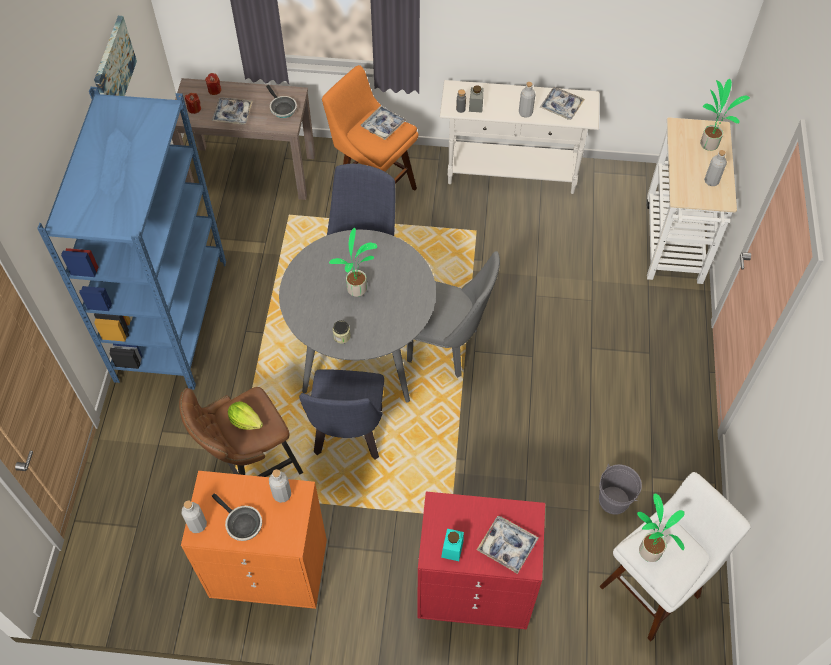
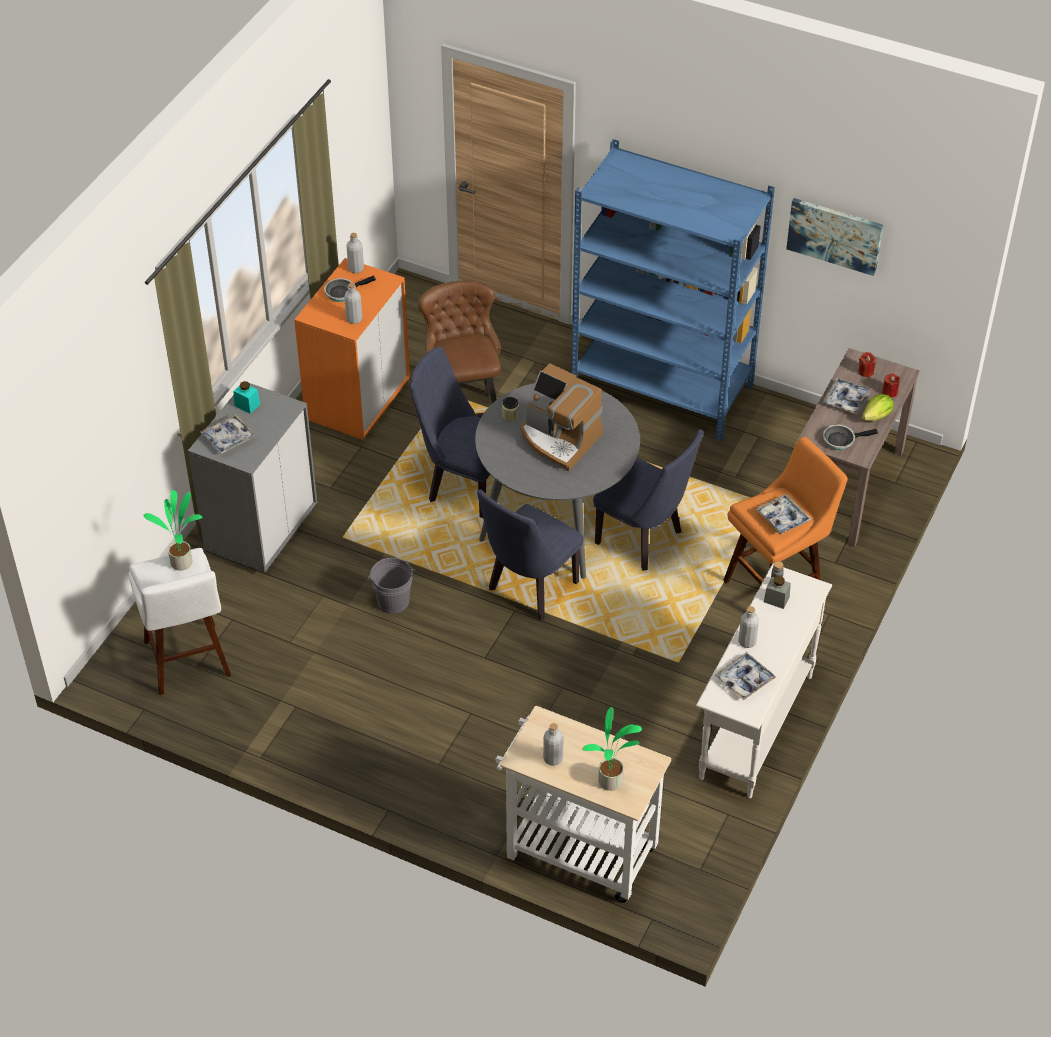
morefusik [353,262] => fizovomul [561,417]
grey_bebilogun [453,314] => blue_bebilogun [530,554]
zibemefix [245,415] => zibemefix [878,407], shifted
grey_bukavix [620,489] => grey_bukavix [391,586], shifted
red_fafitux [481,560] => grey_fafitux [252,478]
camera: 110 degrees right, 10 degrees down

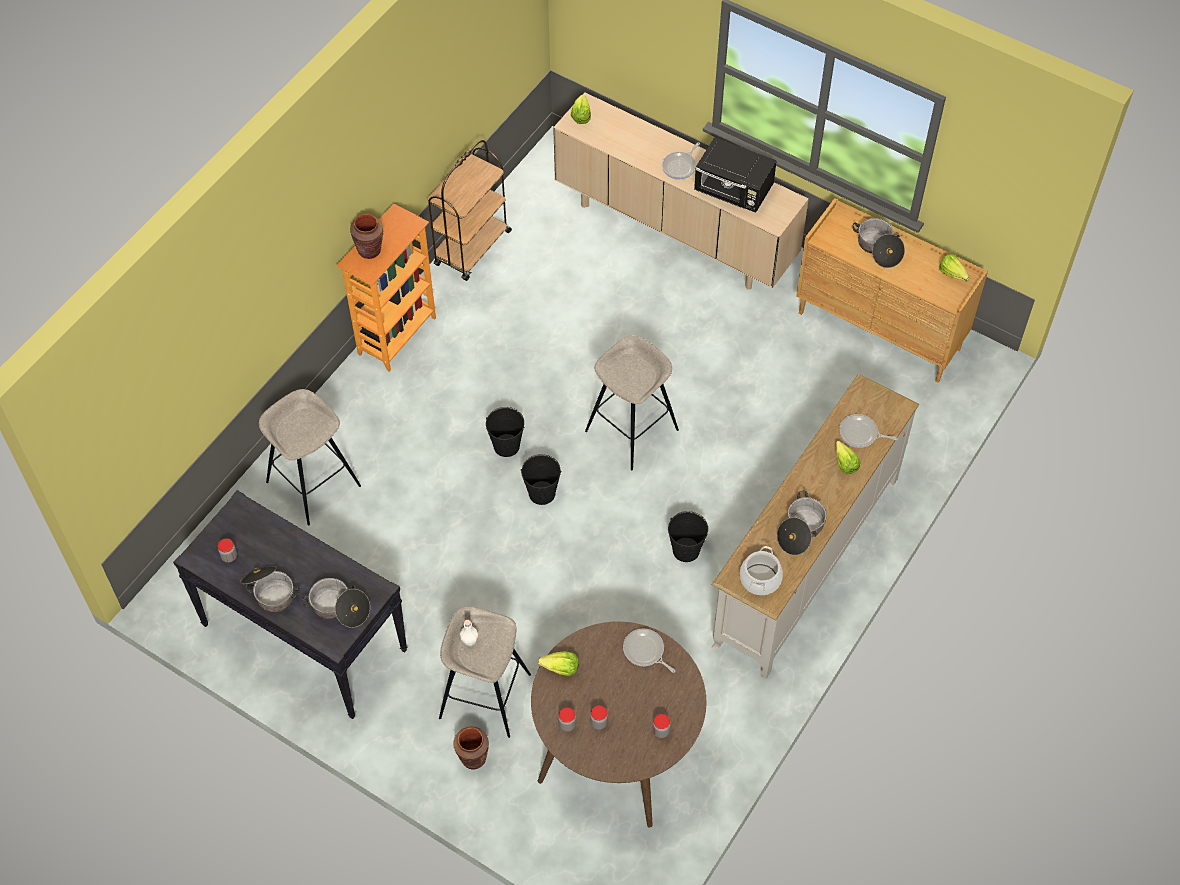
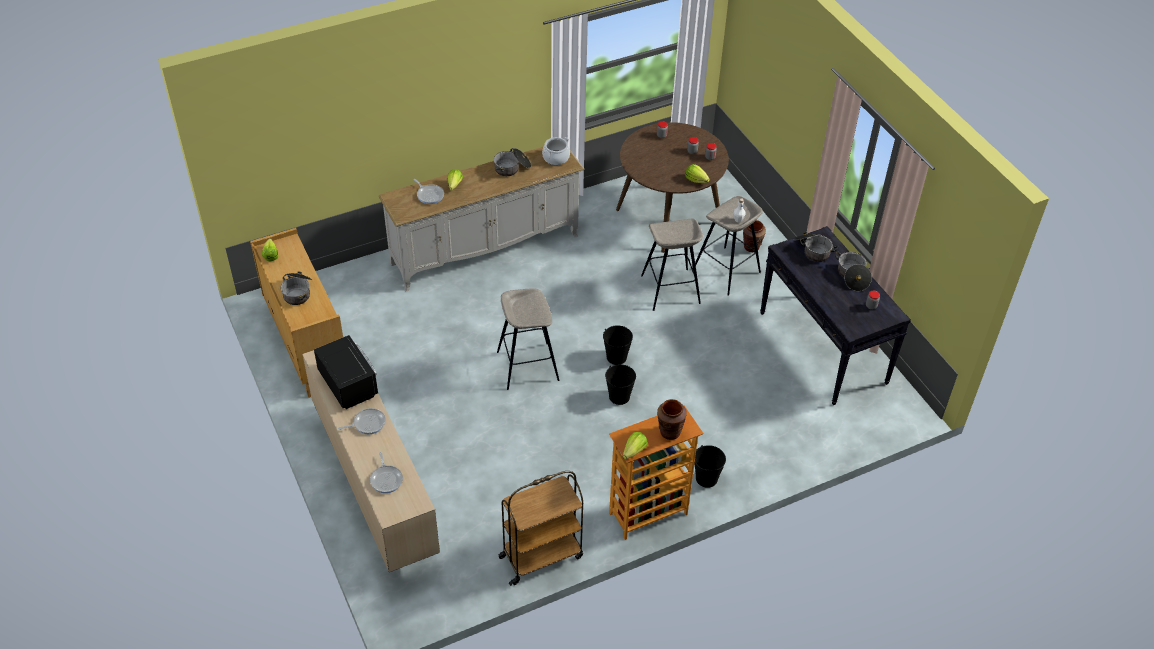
zibemefix [581,109] => zibemefix [635,445], shifted
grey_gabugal [310,457] => grey_gabugal [672,265], shifted
black_bukavix [688,536] => black_bukavix [710,466], shifted
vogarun [649,650] => vogarun [386,472], shifted
camera: 150 degrees left, 10 degrees down

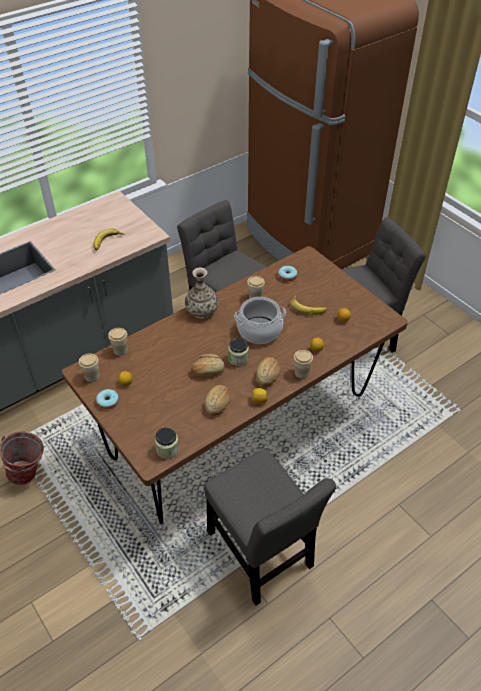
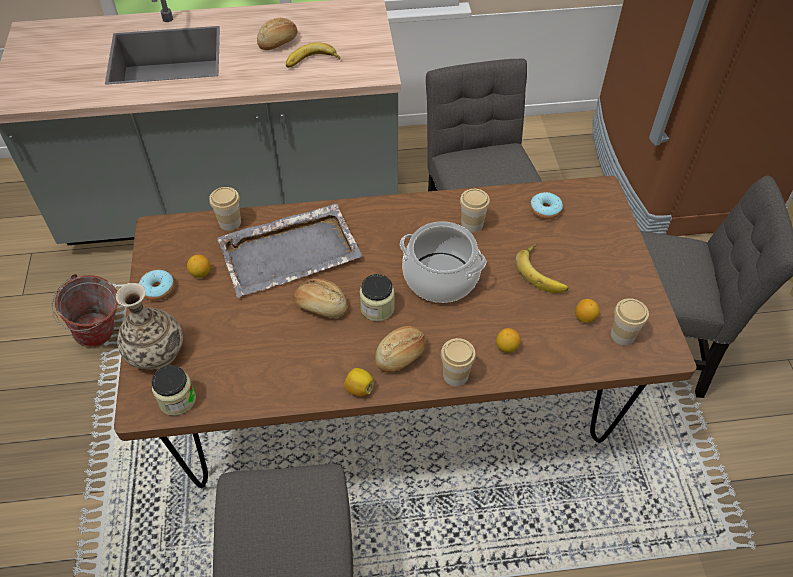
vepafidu [201,293] => vepafidu [149,326], shifted
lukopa [89,367] => lukopa [630,321], shifted
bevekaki [218,400] => bevekaki [277,34], shifted
nothing => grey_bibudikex [289,251]
camera: 30 degrees right, 5 degrees up

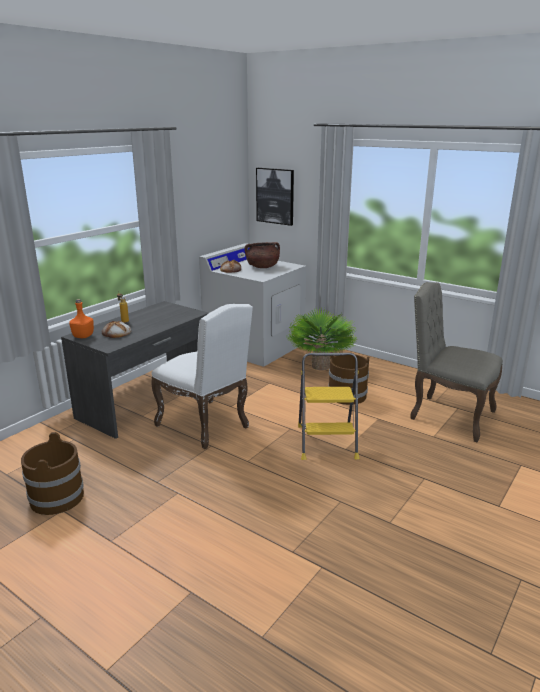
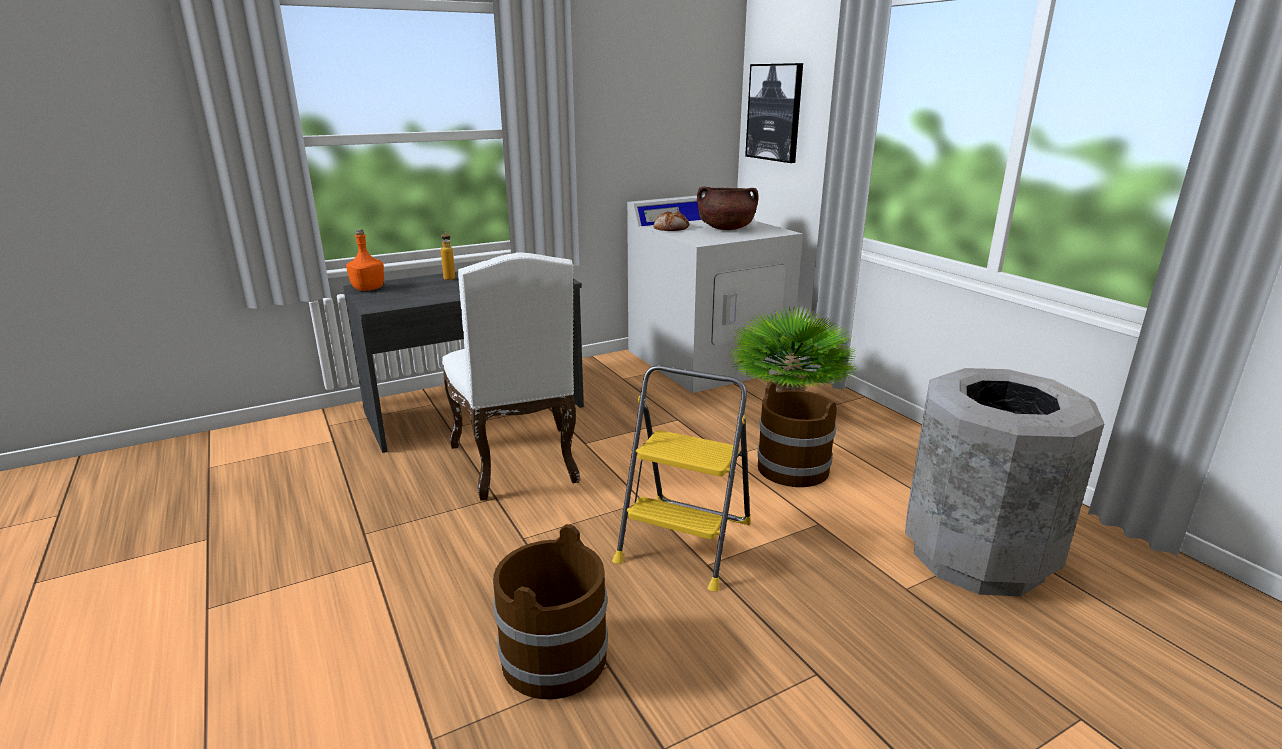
grey_bebilogun [456,362] => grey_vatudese [1004,482]
bevekaki [116,329] => nothing
brown_bukavix [52,473] => brown_bukavix [550,611], shifted
camera: 25 degrees right, 0 degrees up

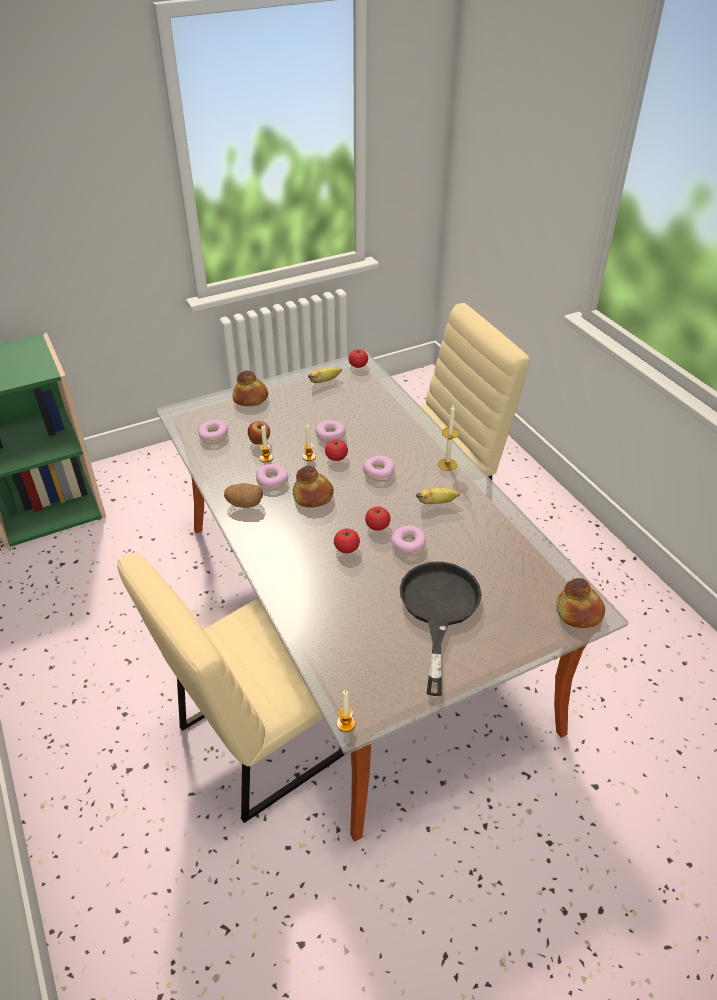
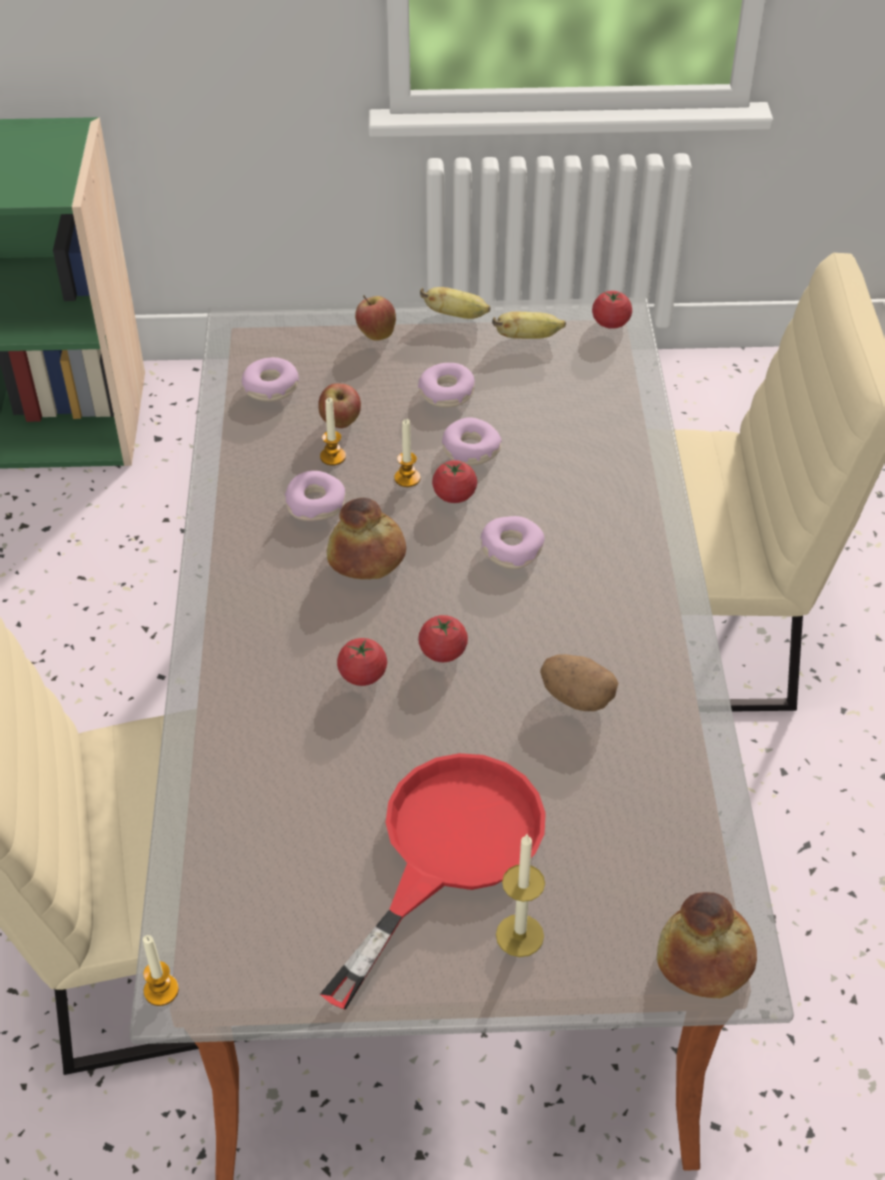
bevekaki [250,388] => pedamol [375,318]
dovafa [448,438] => dovafa [520,895], shifted
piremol [243,495] => piremol [579,682], shifted
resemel [438,496] => resemel [455,303], shifted
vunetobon [408,540] => vunetobon [446,385], shifted
black_vogarun [441,629] => red_vogarun [433,881]
camera: 25 degrees right, 5 degrees up

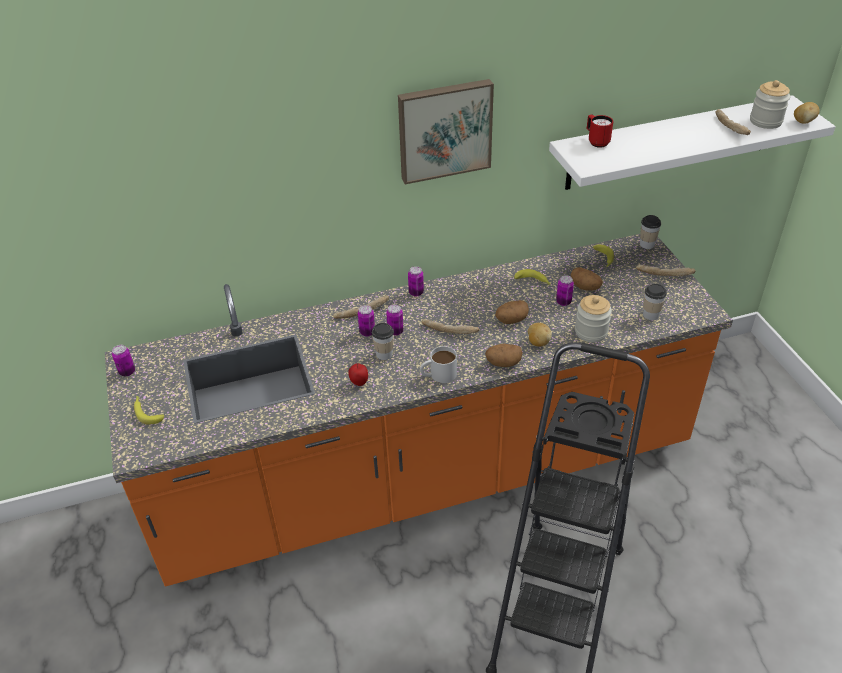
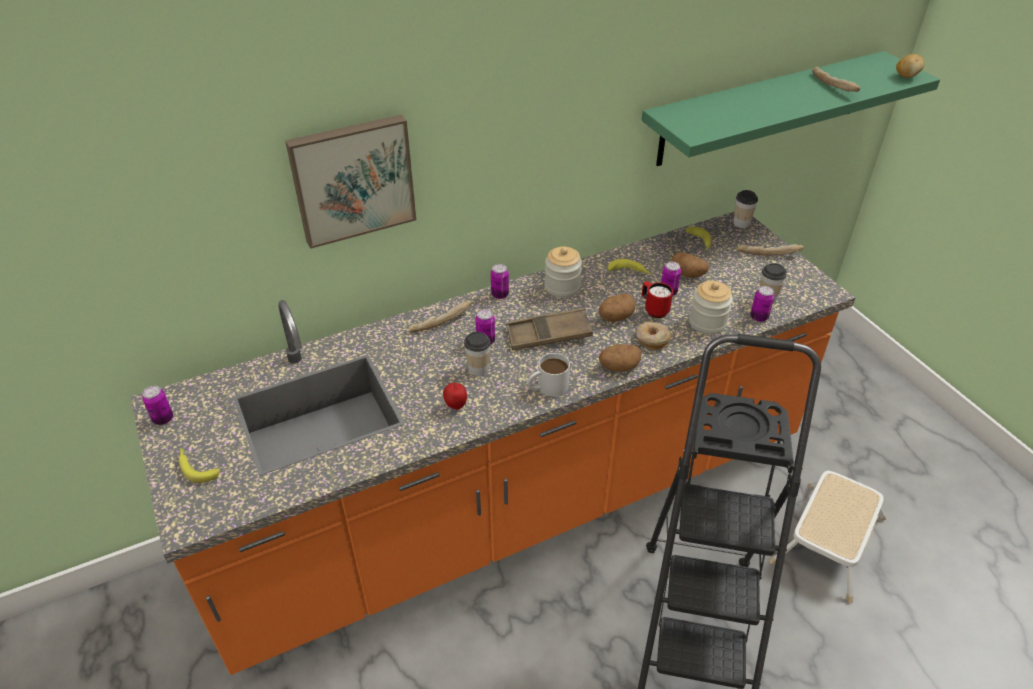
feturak [446,131] => feturak [350,181], shifted
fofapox [770,104] => fofapox [563,272], shifted
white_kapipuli [692,142] => green_kapipuli [791,108]
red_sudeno [600,131] => red_sudeno [657,299], shifted
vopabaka [366,320] => vopabaka [762,304], shifted
bevekaki [450,326] => brown_bibudikex [549,329]
piremol [540,335] => vunetobon [654,335]
nothing => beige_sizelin [827,537]
camera: 10 degrees left, 0 degrees up

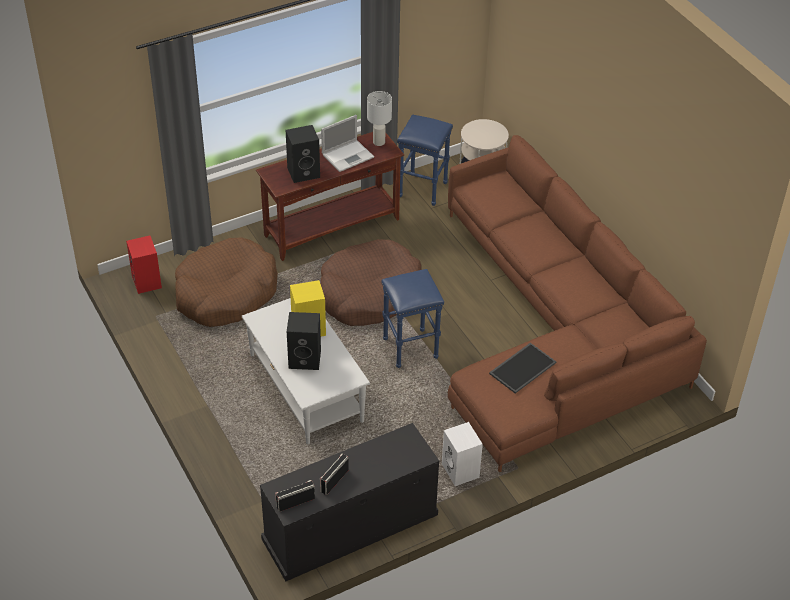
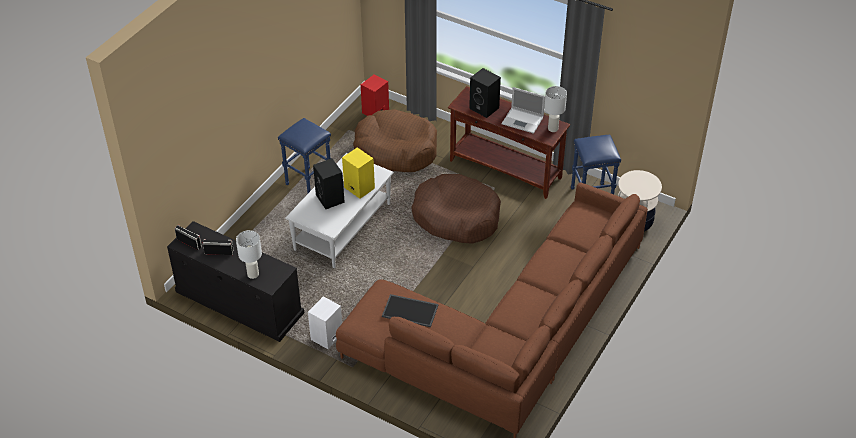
blue_gabugal [412,318] => blue_gabugal [304,155], shifted
nothing => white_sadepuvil [249,254]
camera: 60 degrees right, 0 degrees up

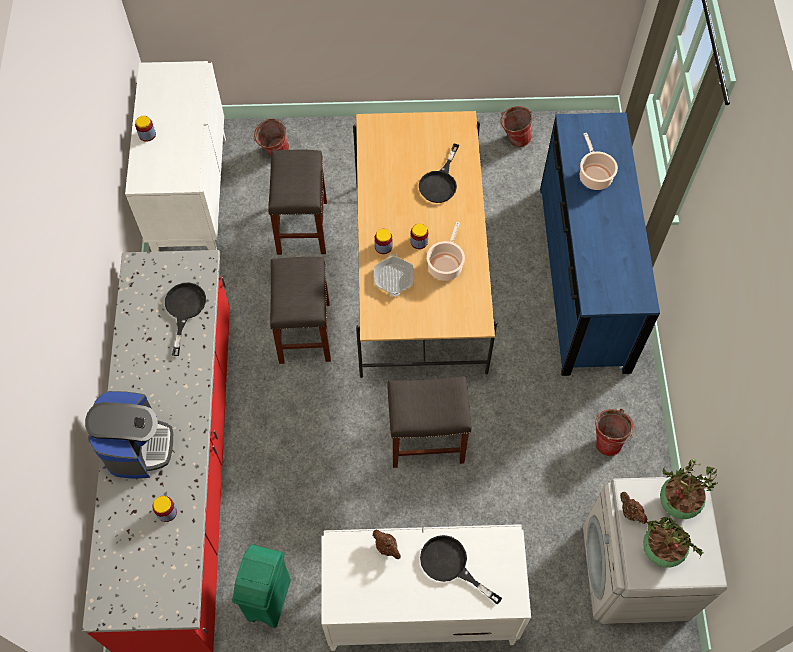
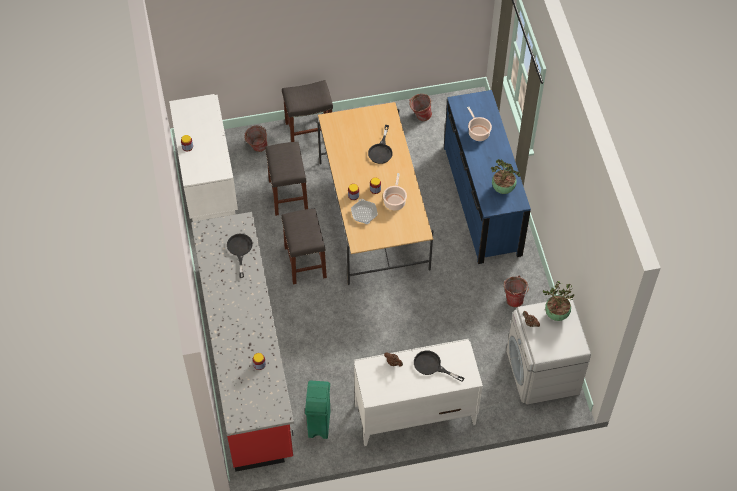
grey_gabugal [429,422] => grey_gabugal [307,111], shifted
fizovomul [129,434] => nothing
morefusik [673,542] => morefusik [505,176], shifted
camera: 10 degrees left, 5 degrees down

